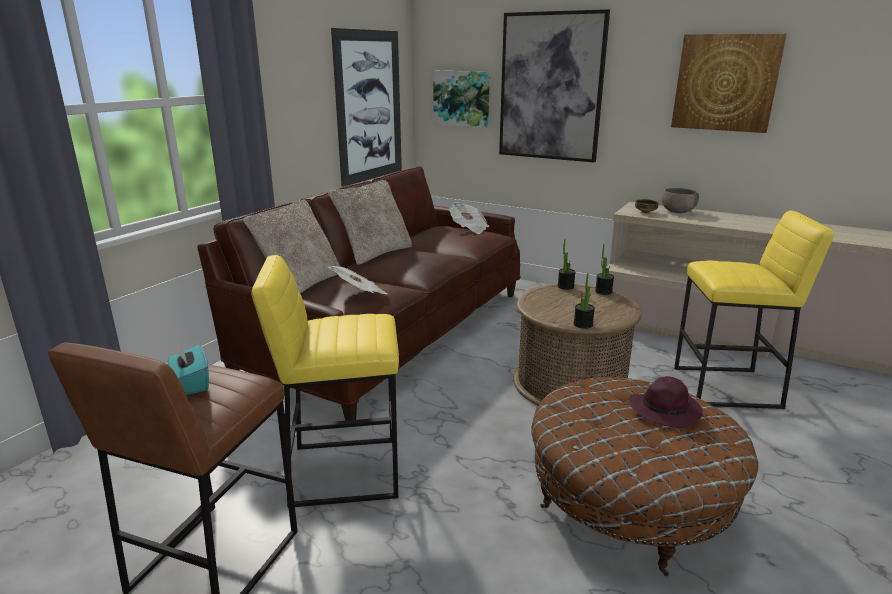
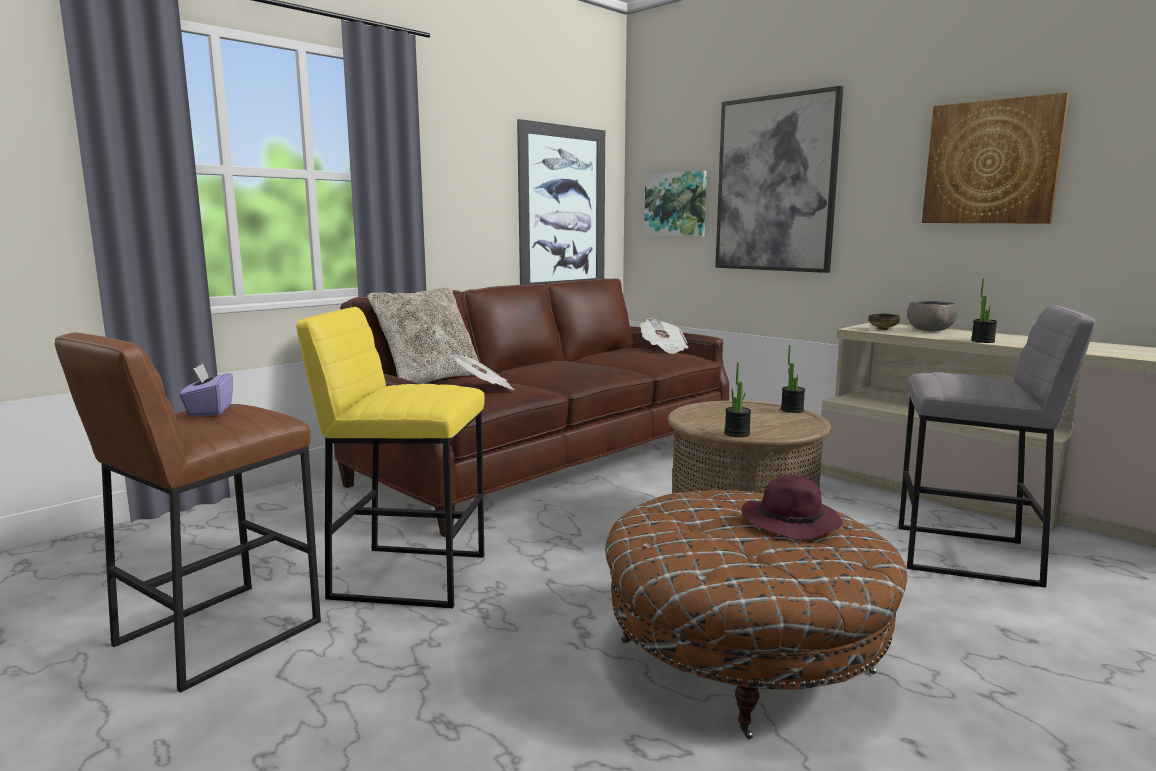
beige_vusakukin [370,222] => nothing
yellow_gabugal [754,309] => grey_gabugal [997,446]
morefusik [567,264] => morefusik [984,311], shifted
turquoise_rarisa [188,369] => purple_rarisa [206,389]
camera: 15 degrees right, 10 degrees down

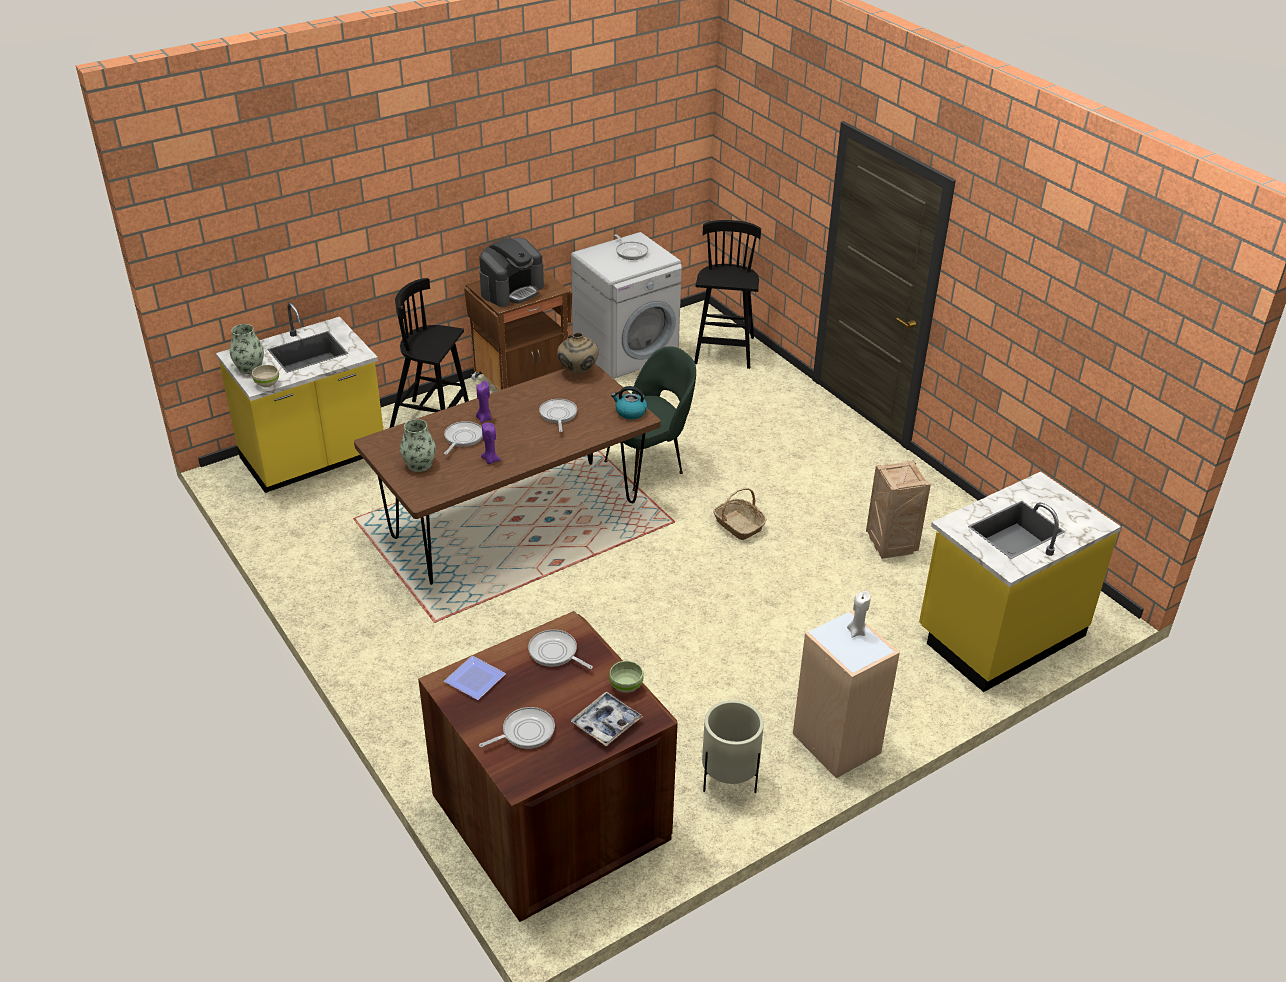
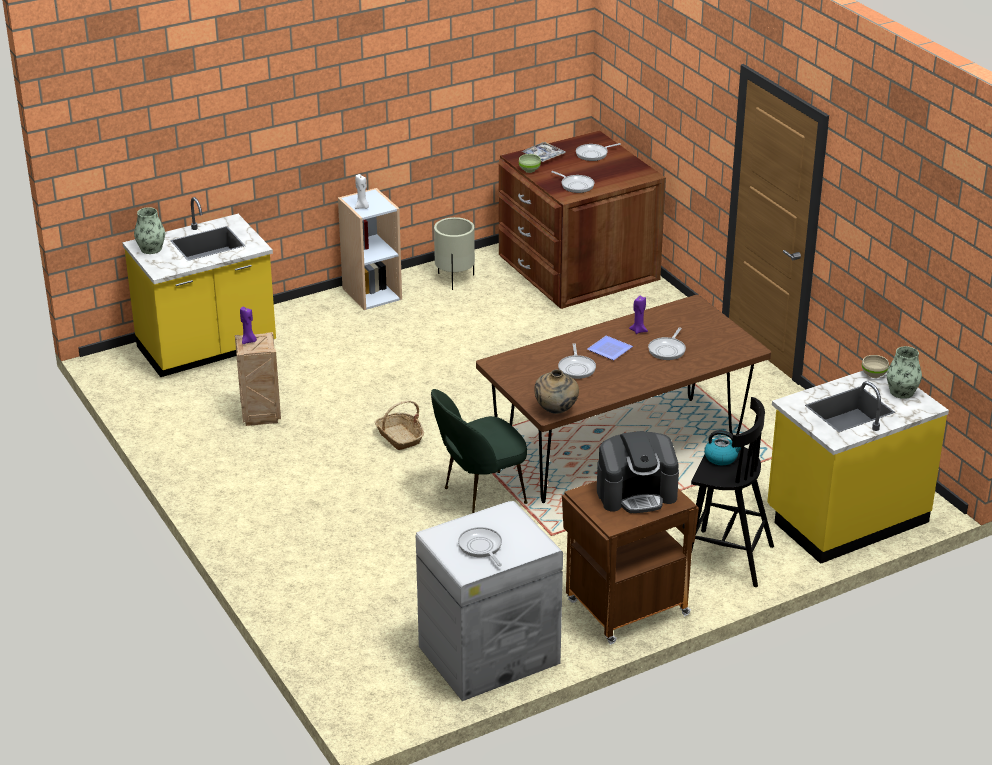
black_gabugal [727,294] => nothing
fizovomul [511,272] => fizovomul [638,472], 150 degrees counterclockwise
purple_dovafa [484,402] => purple_dovafa [248,325], shifted
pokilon [629,402] => pokilon [722,447], shifted
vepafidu [418,445] => vepafidu [149,230], shifted
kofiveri [475,677] => kofiveri [610,348], shifted
camera: 175 degrees left, 5 degrees down

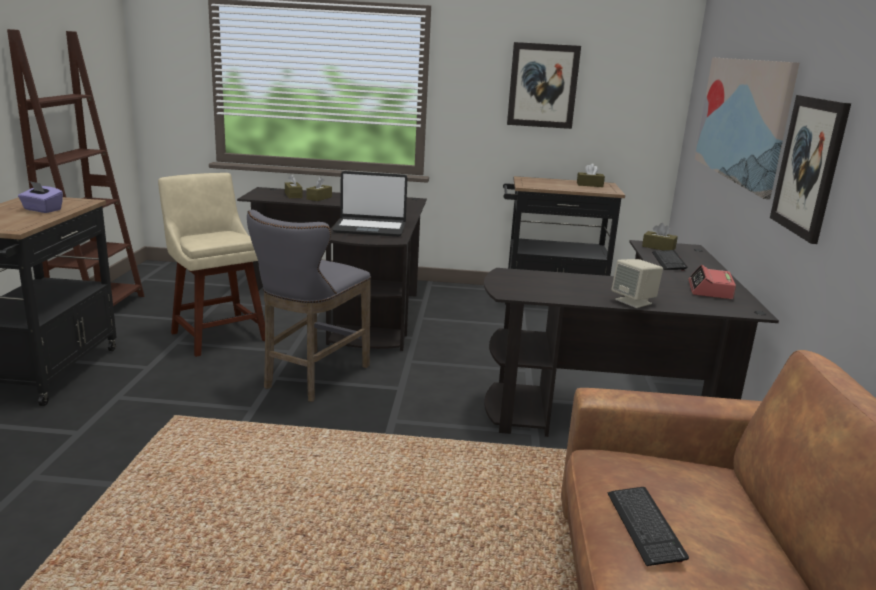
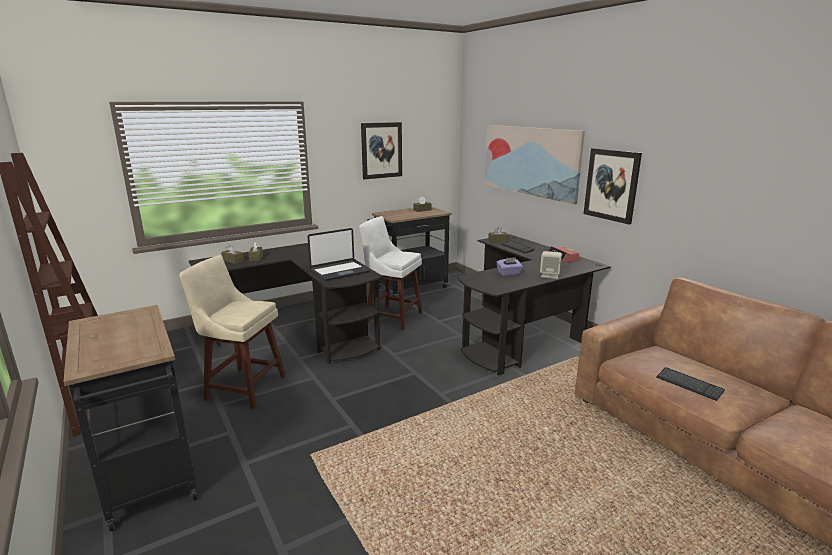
purple_rarisa [40,197] => purple_rarisa [510,266], shifted
grey_gabugal [309,306] => nothing
nothing => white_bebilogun [391,273]
camera: 35 degrees left, 0 degrees up

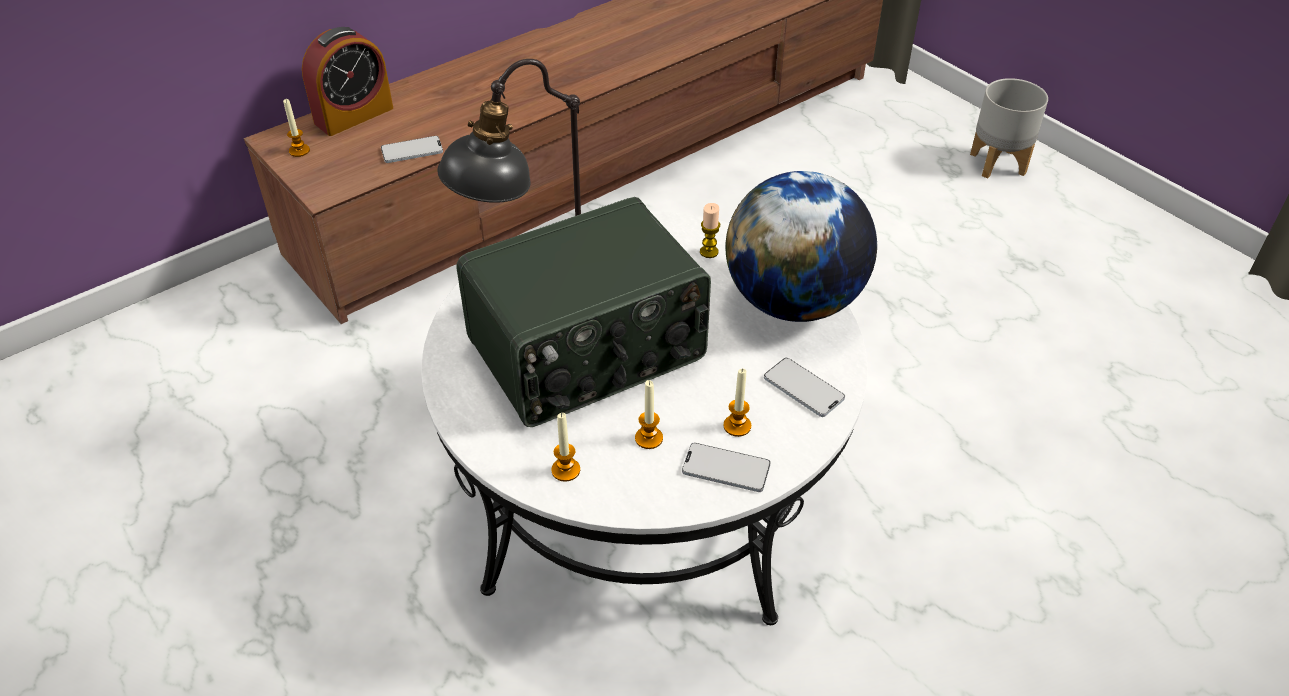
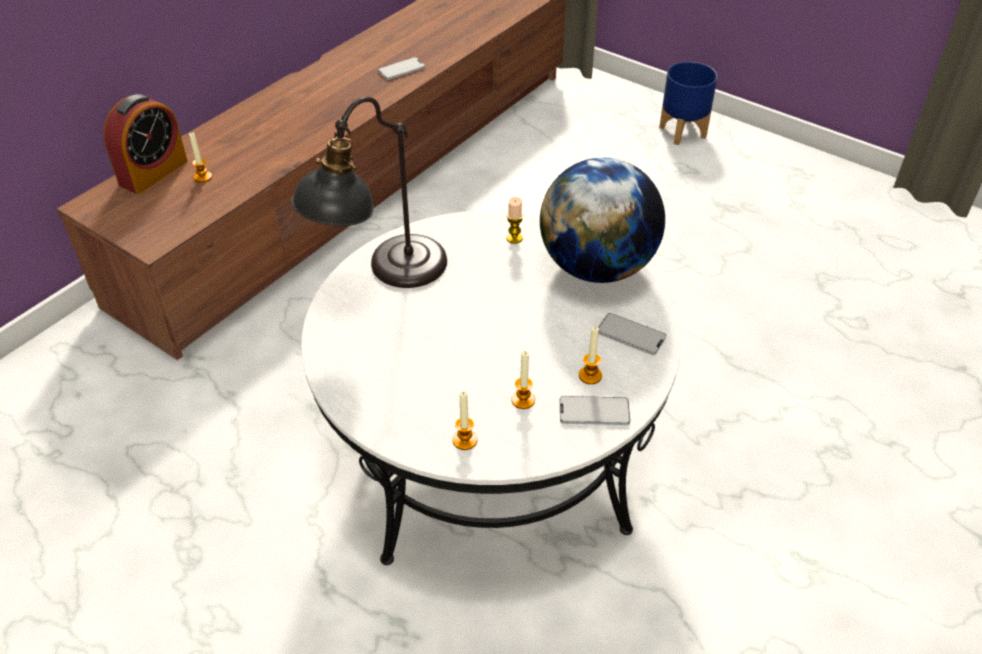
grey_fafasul [1009,128] => blue_fafasul [688,103]
dovafa [296,128] => dovafa [200,157], shifted
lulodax [412,149] => lulodax [401,68], shifted
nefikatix [584,312] => nothing
camera: 15 degrees left, 0 degrees up

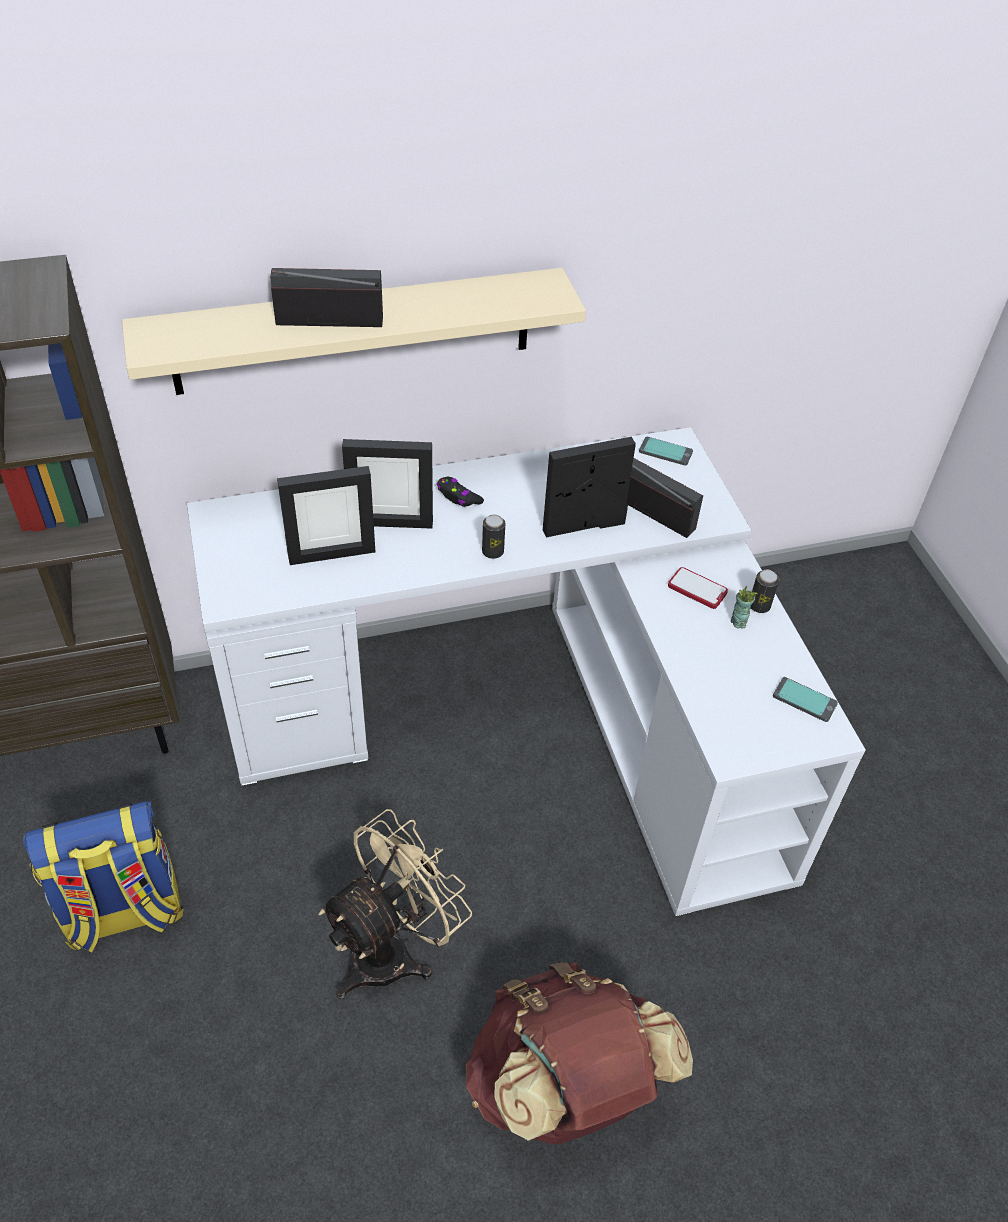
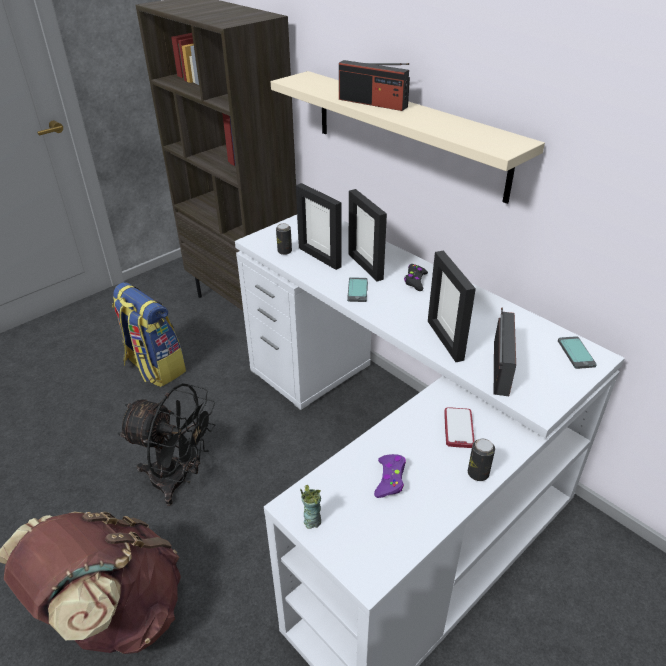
nefikatix [326,297] => nefikatix [374,85], 150 degrees clockwise
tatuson [589,487] => tatuson [452,306], 150 degrees counterclockwise
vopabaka [493,536] => vopabaka [284,239], shifted
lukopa [744,607] => lukopa [310,507], shifted
lulodax [805,699] => lulodax [357,289], shifted
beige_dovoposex [395,904] => black_dovoposex [167,444]
nothing => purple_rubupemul [390,476]
camera: 65 degrees right, 10 degrees down

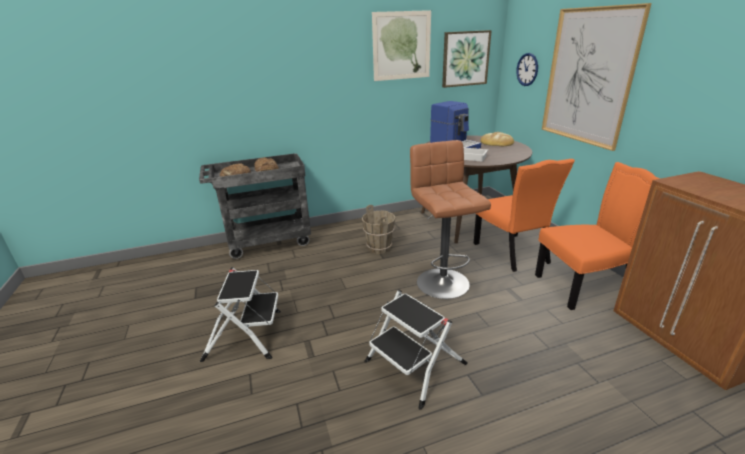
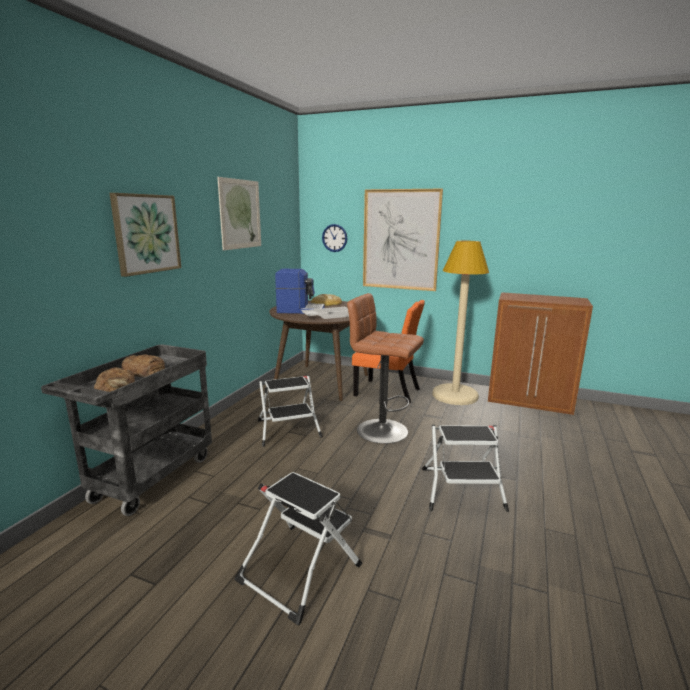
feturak [467,59] => feturak [145,235], shifted
orange_bebilogun [597,236] => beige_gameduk [460,323]
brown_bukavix [379,229] => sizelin [290,411]
camera: 50 degrees left, 10 degrees down

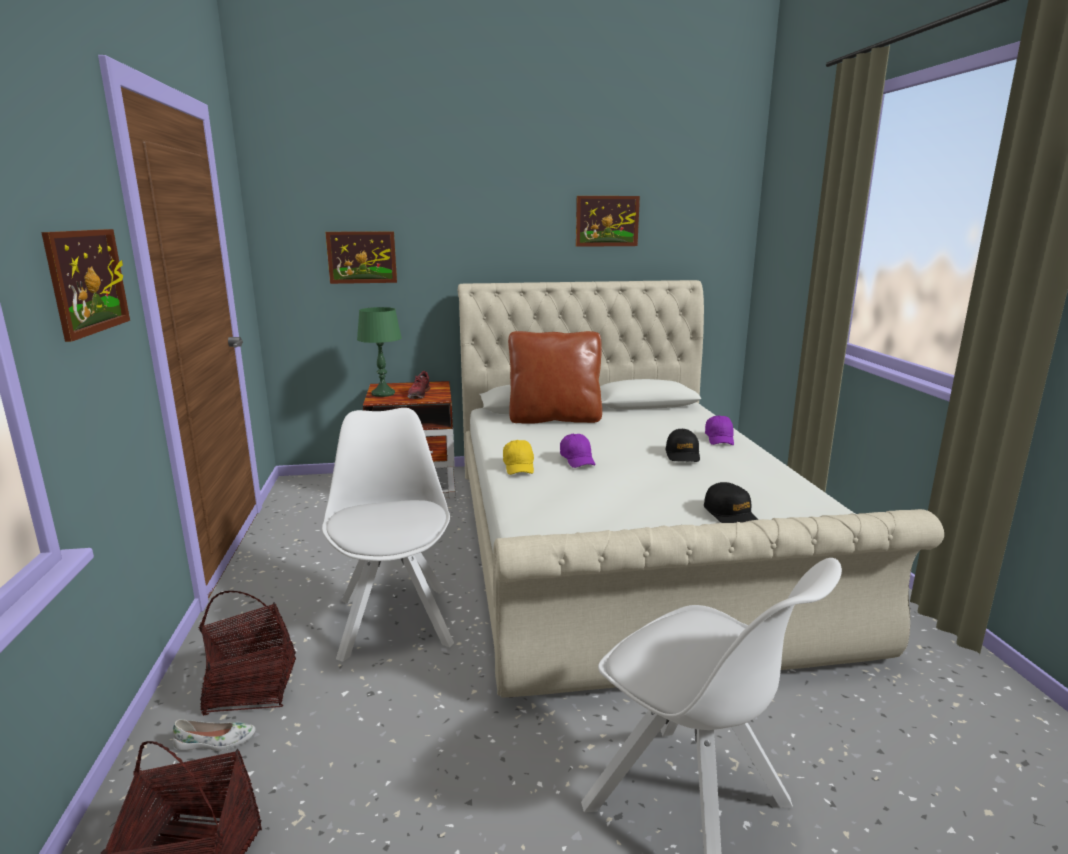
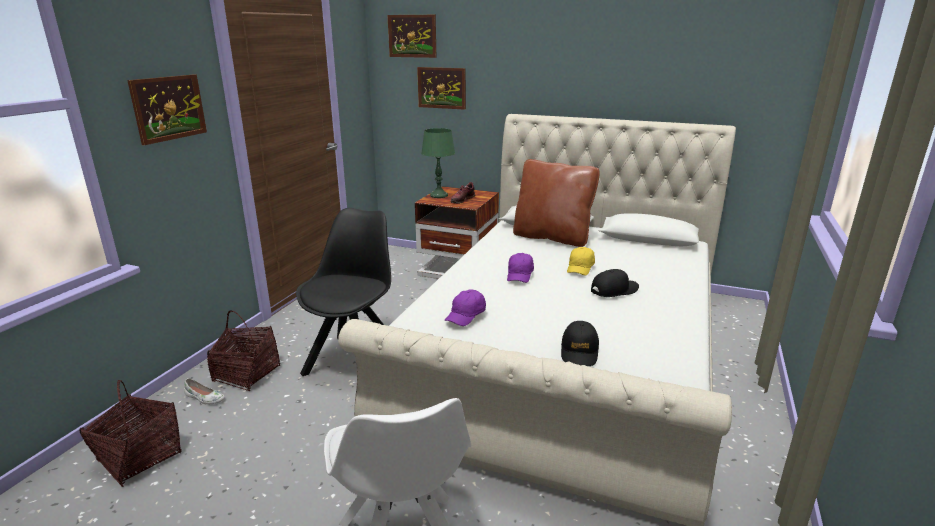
feturak [608,221] => feturak [411,36], shifted
white_bebilogun [388,535] => black_bebilogun [343,292]
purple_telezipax [719,430] => purple_telezipax [465,307], shifted
black_telezipax [683,445] => black_telezipax [615,283], 150 degrees counterclockwise
yellow_telezipax [518,457] => yellow_telezipax [581,261], shifted
camera: 30 degrees right, 5 degrees up

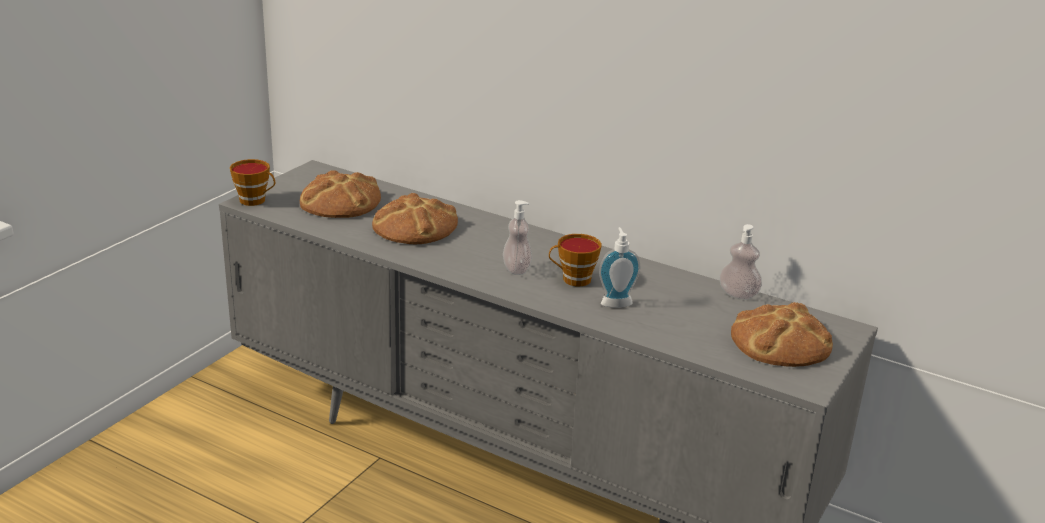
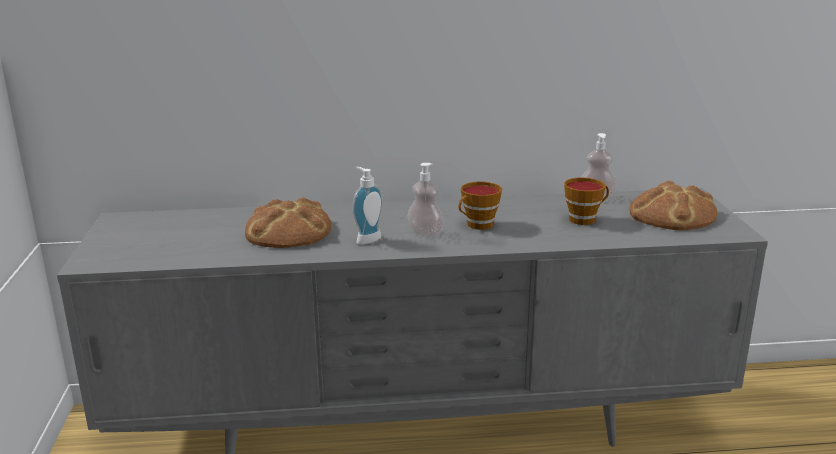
lukopa [252,182] => lukopa [586,201], shifted
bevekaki [340,194] => nothing
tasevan [619,267] => tasevan [367,206], shifted
camera: 35 degrees left, 5 degrees down

